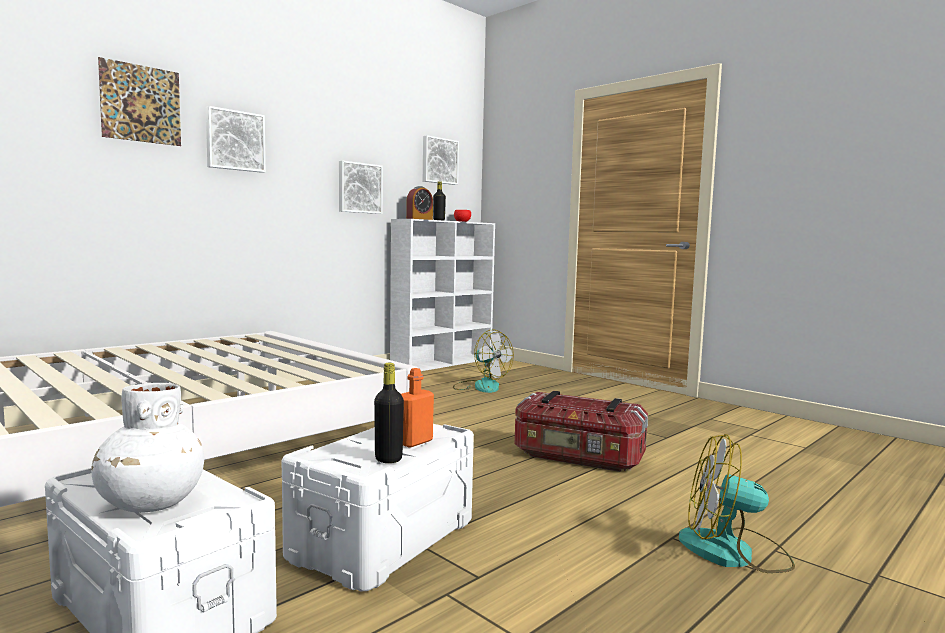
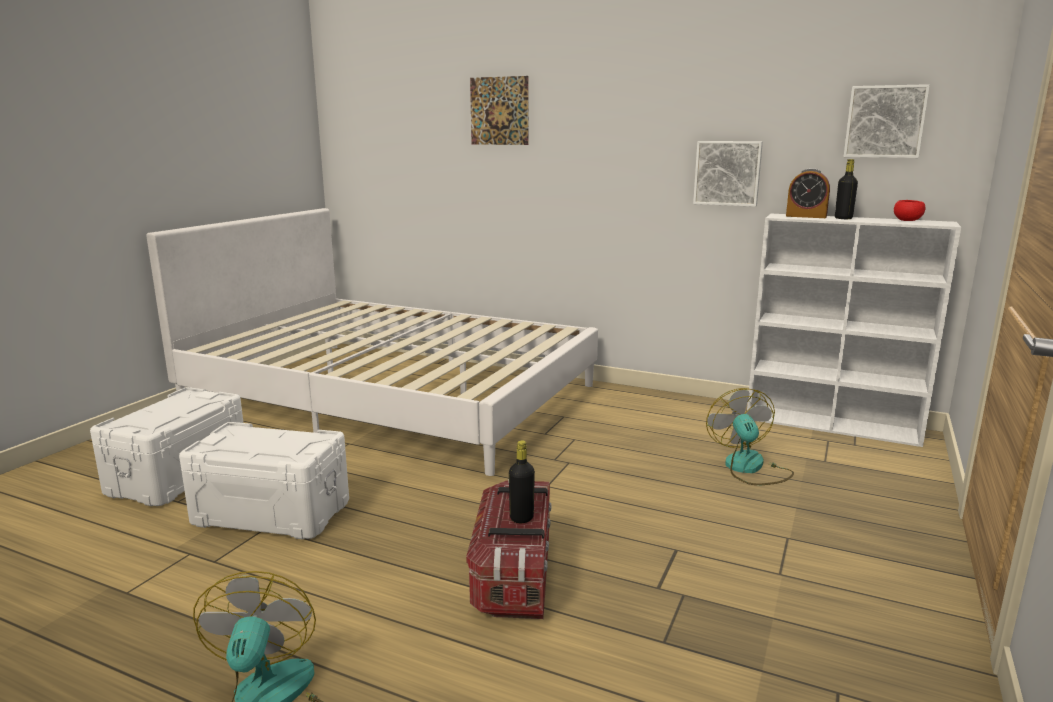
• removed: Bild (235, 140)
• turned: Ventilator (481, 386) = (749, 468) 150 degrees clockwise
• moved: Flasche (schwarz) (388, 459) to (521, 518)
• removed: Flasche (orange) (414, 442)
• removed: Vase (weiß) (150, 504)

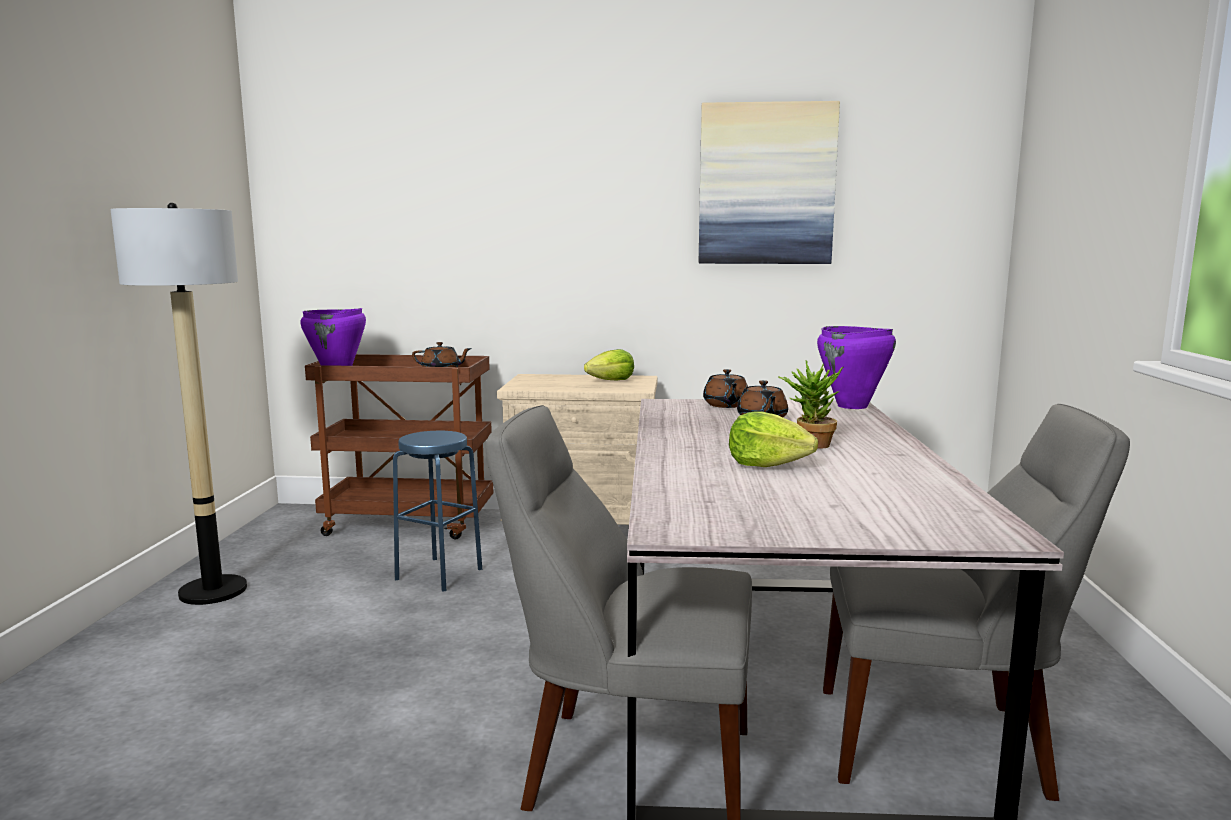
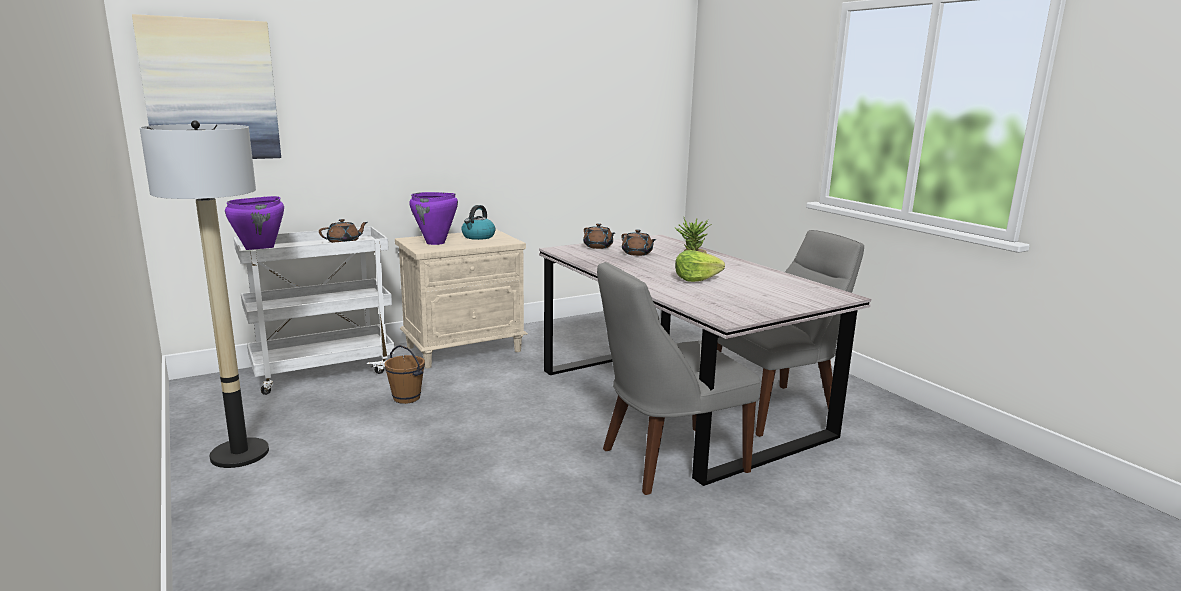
• moved: Bild (766, 184) to (211, 90)
• moved: Kochtopf (lila) (852, 406) to (435, 243)
• replaced: Salatkopf (611, 381) to Wasserkessel (478, 237)
• recoloured: Rollwagen (braun) (410, 523) to Rollwagen (weiß) (324, 370)
• replaced: Hocker (blau) (438, 574) to Eimer (braun) (406, 398)

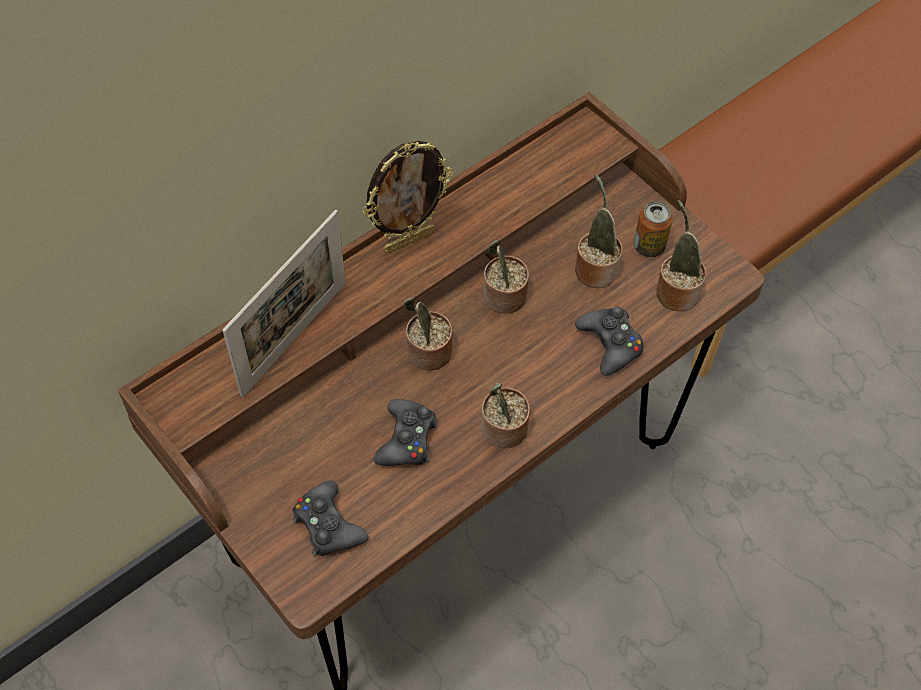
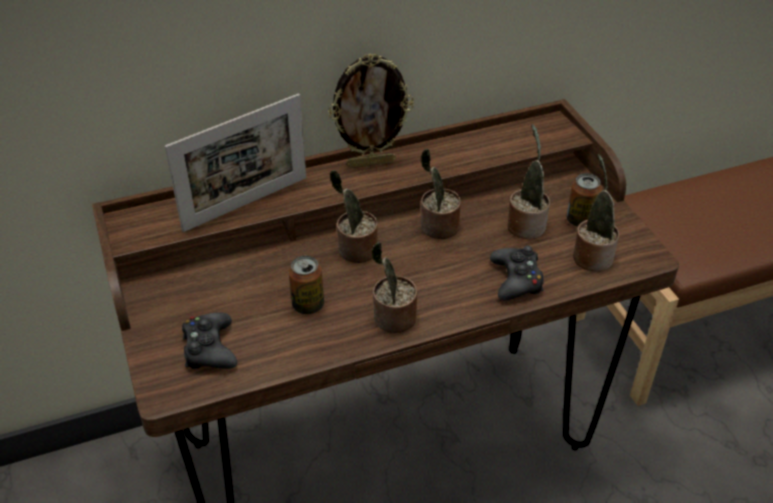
• replaced: Gamepad (schwarz) (407, 439) to Dose (308, 305)

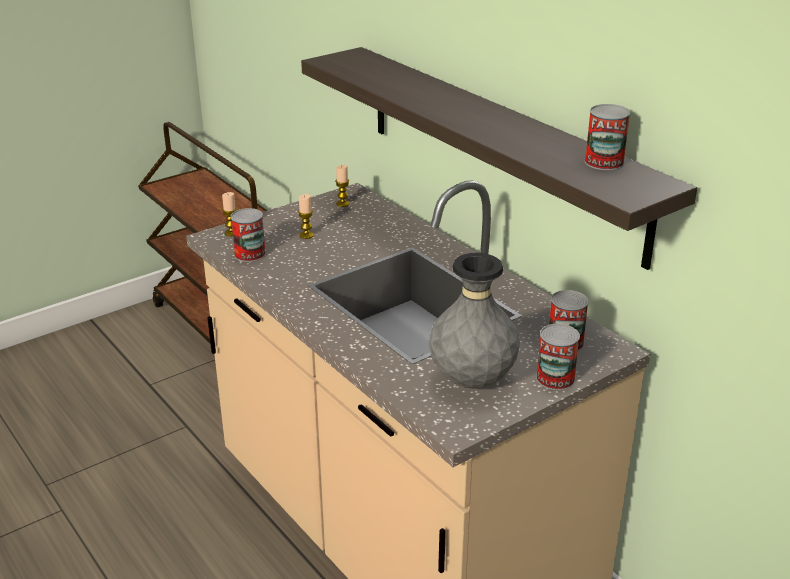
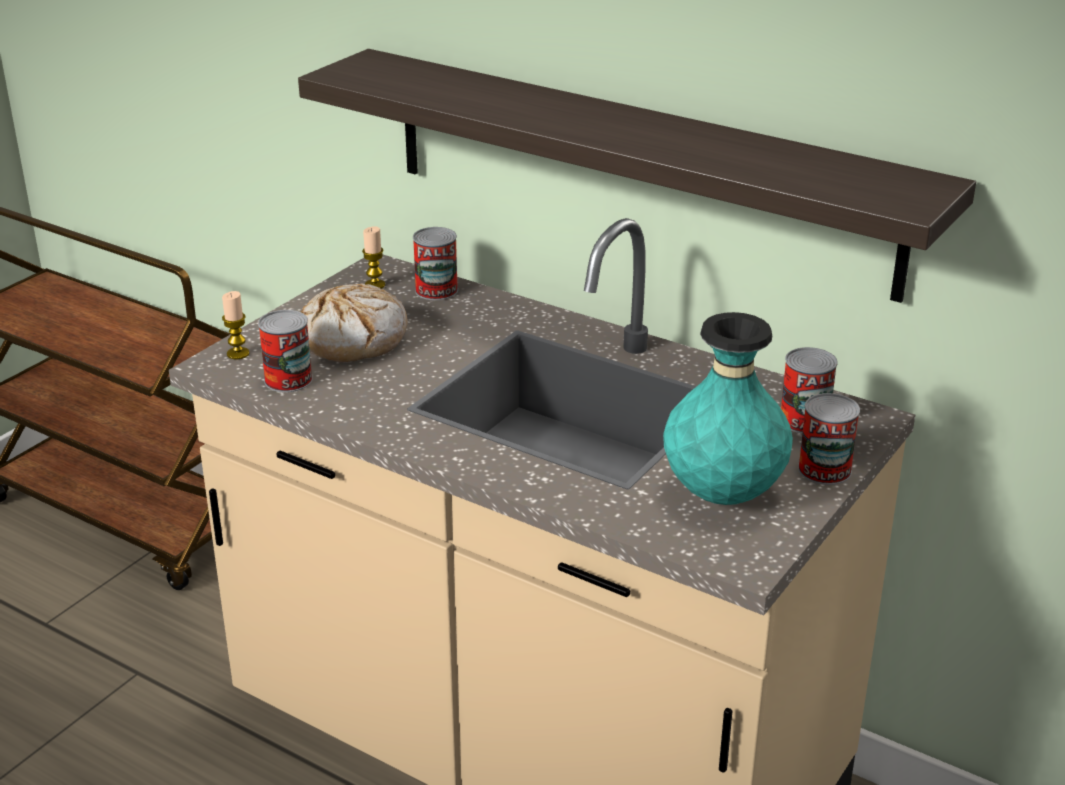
• moved: Dose (604, 162) to (436, 290)
• replaced: Kerze (306, 235) to Brot (353, 338)
• recoloured: Vase (grau) (472, 381) to Vase (türkis) (722, 495)

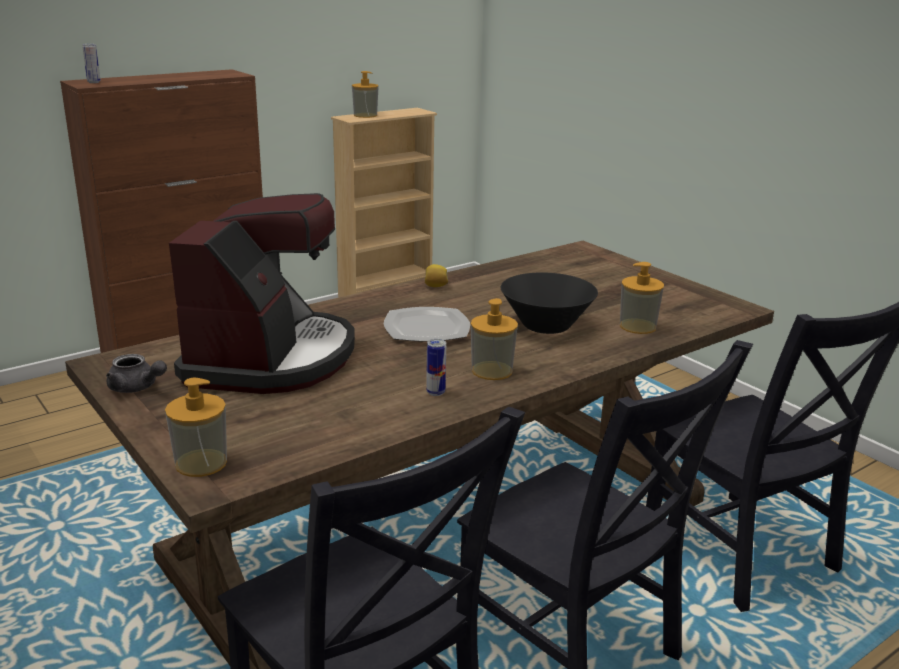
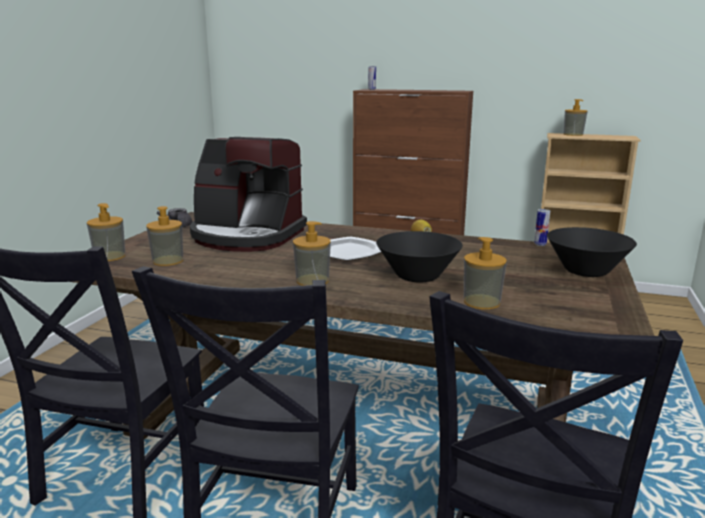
• turned: Kaffeemaschine (271, 358) = (247, 236) 45 degrees clockwise
• moved: Dose (435, 392) to (540, 244)
• added: Seifenspender (168, 260)
• added: Schüssel (schwarz) (585, 271)

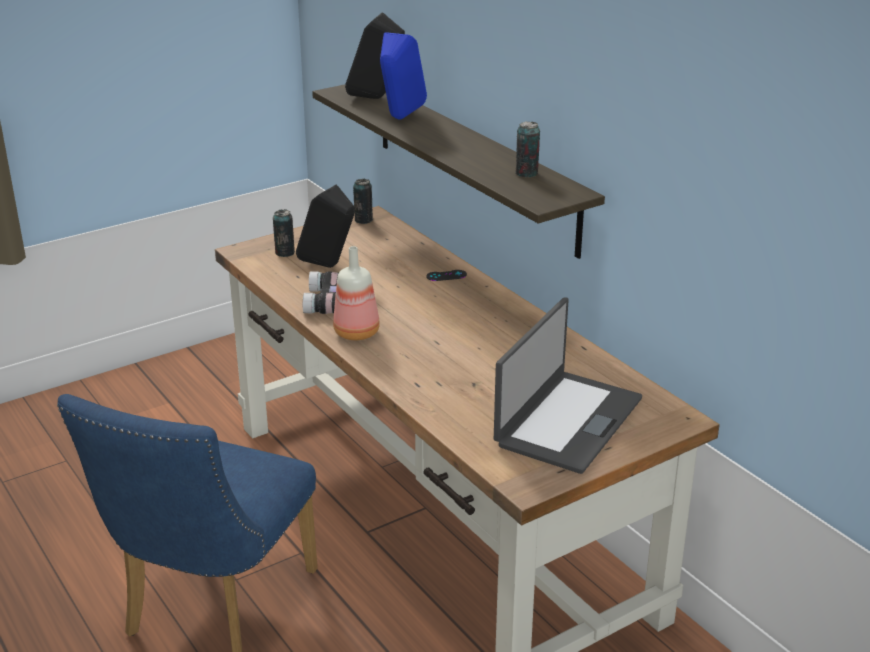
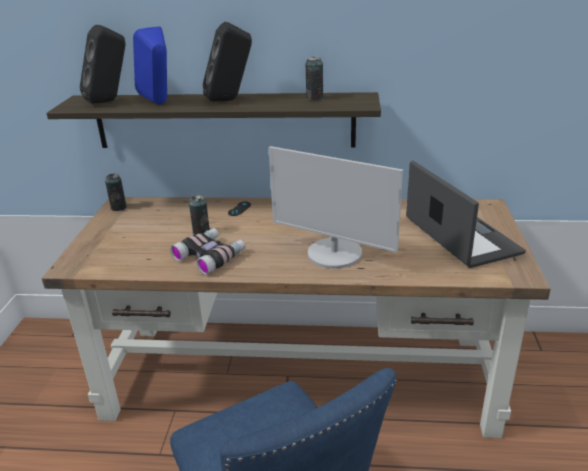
• moved: Lautsprecher (schwarz) (329, 267) to (230, 100)
• moved: Dose (285, 253) to (201, 232)
• removed: Flasche (357, 332)
• added: Monitor (334, 254)

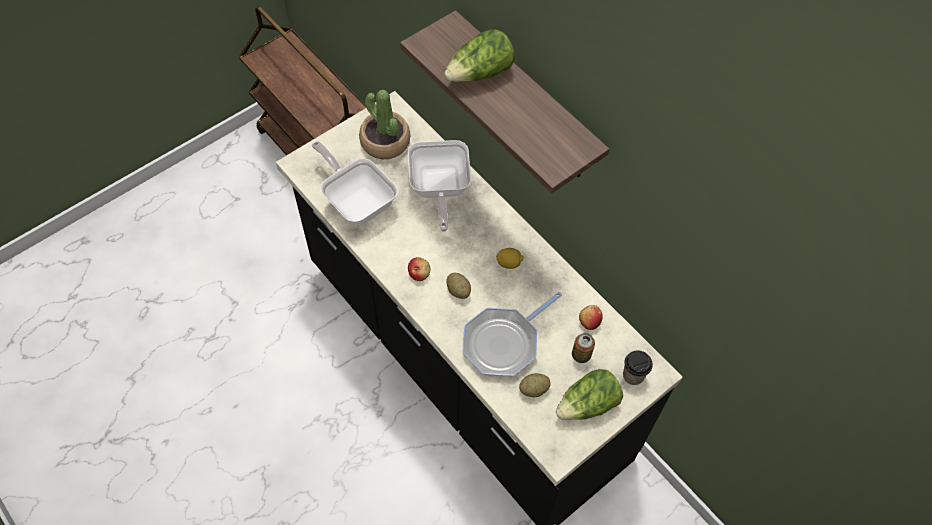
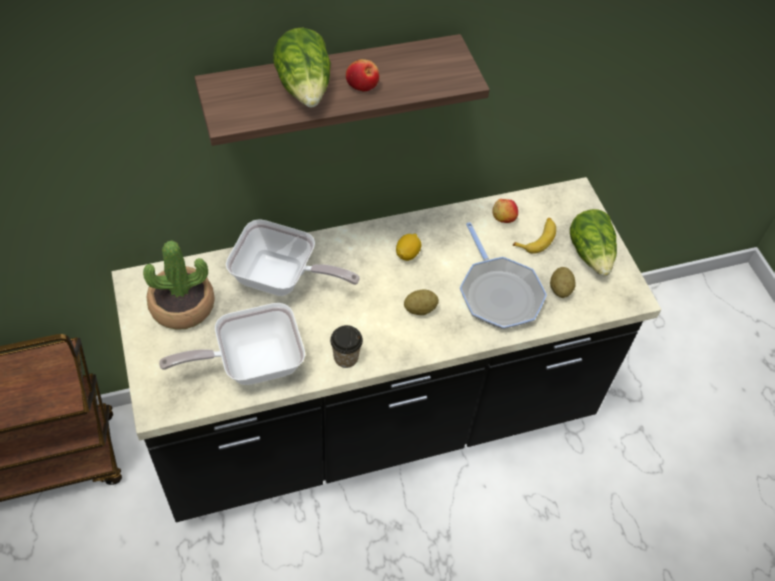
• moved: Apfel (419, 273) to (362, 85)
• replaced: Dose (581, 355) to Banane (537, 238)
• moved: Tasse (633, 375) to (346, 357)

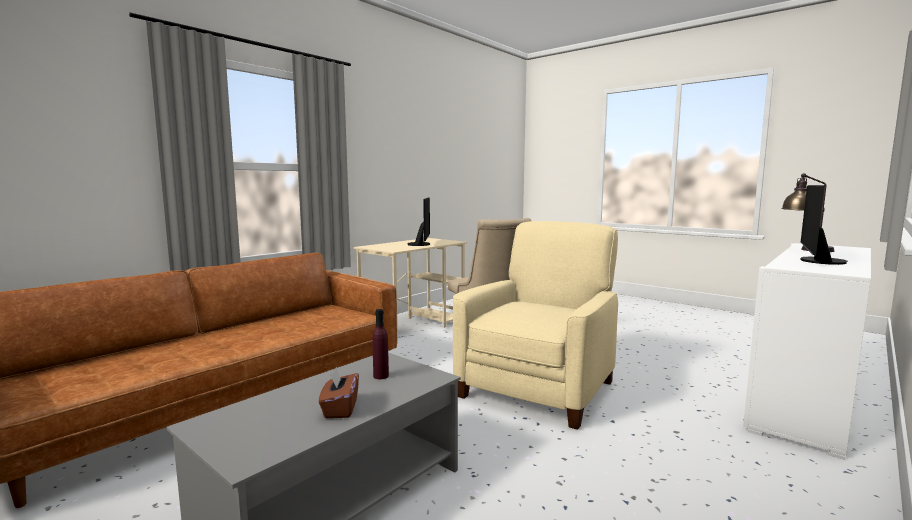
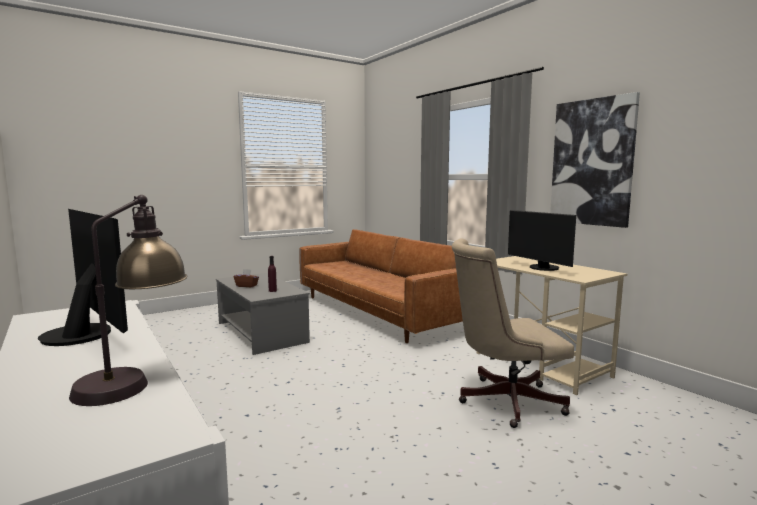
• turned: Monitor (421, 244) = (541, 268) 45 degrees clockwise
• removed: Sessel (beige) (538, 388)
• added: Bild (592, 162)

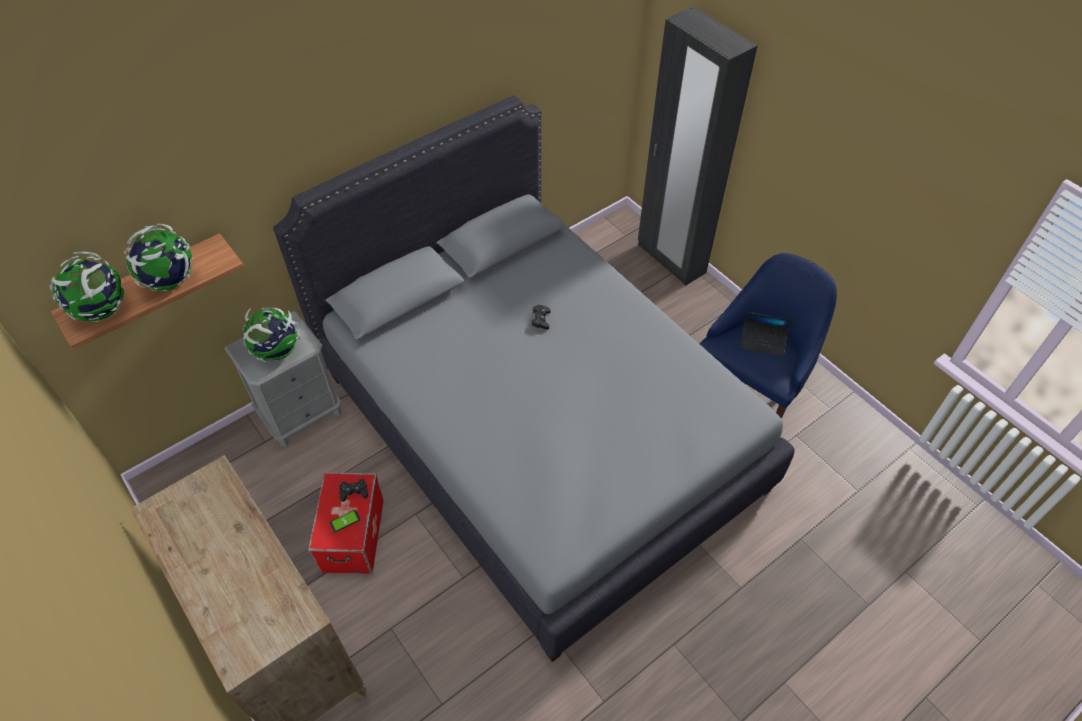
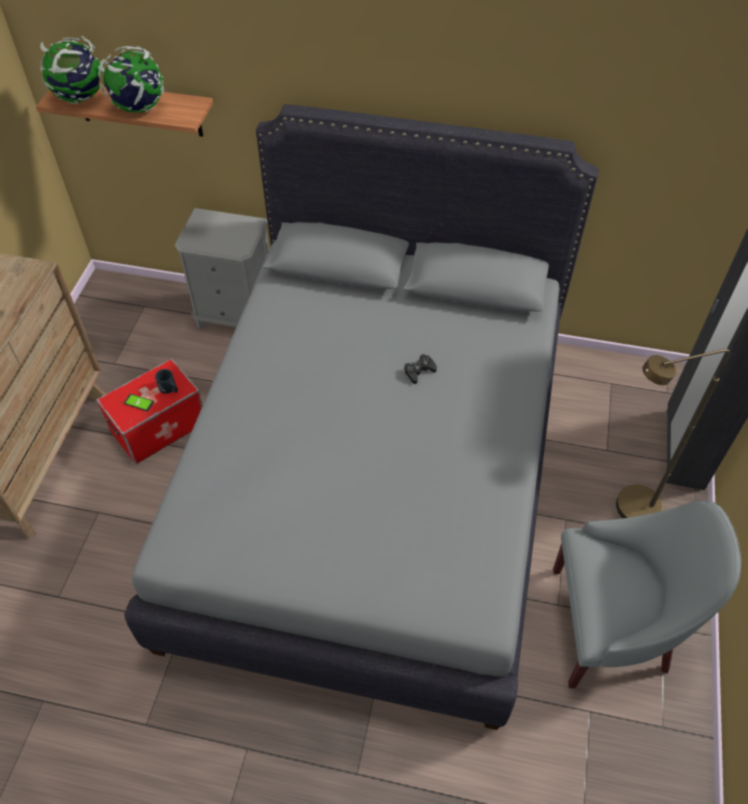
• recoloured: Sessel (blau) (752, 383) to Sessel (grau) (612, 626)
• removed: Globus (277, 351)
• removed: Laptop (762, 342)
• replaced: Gamepad (schwarz) (354, 491) to Henkelbecher (schwarz) (170, 389)
• added: Stehlampe (braun) (627, 511)

